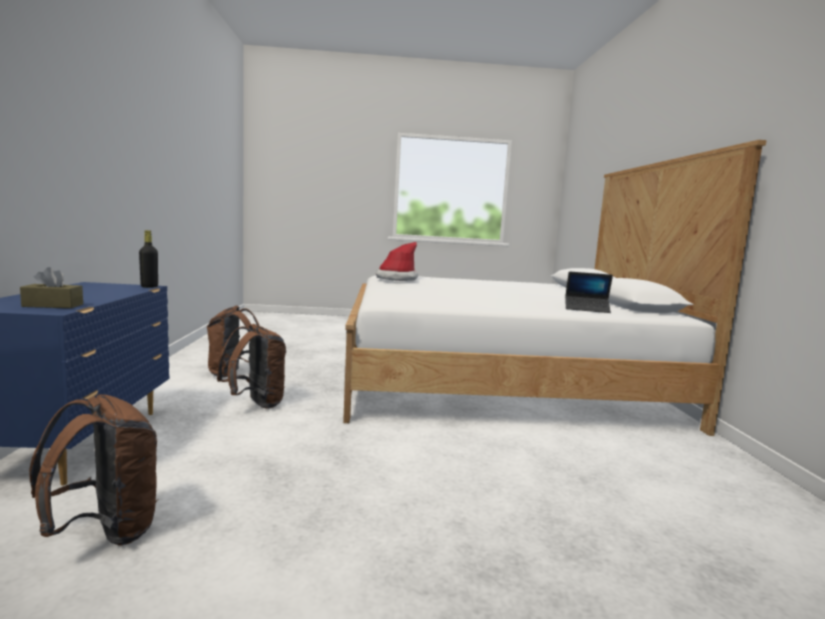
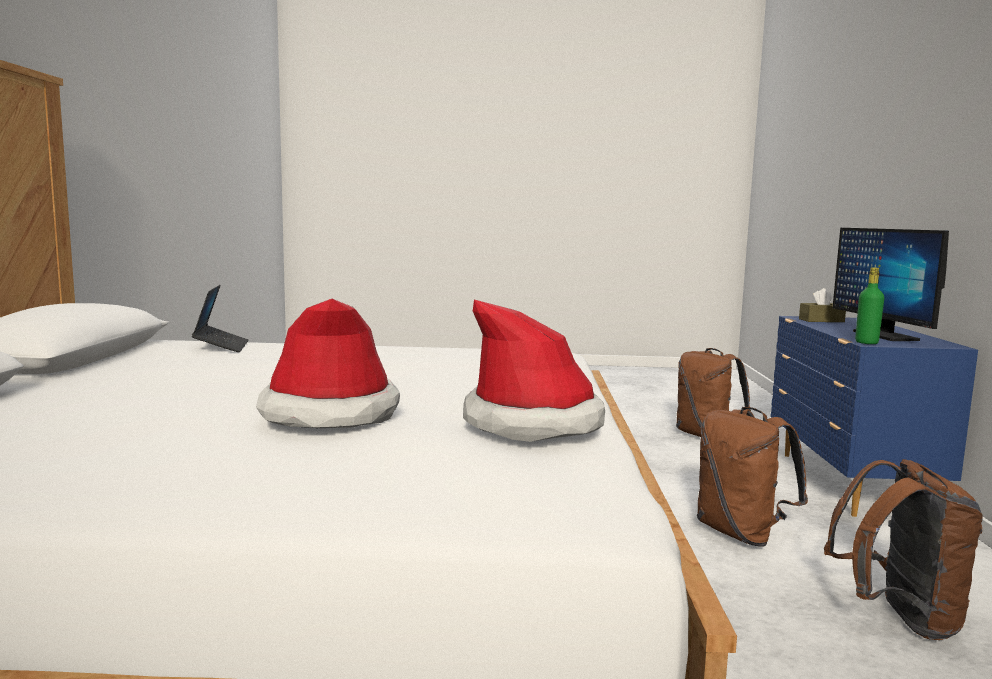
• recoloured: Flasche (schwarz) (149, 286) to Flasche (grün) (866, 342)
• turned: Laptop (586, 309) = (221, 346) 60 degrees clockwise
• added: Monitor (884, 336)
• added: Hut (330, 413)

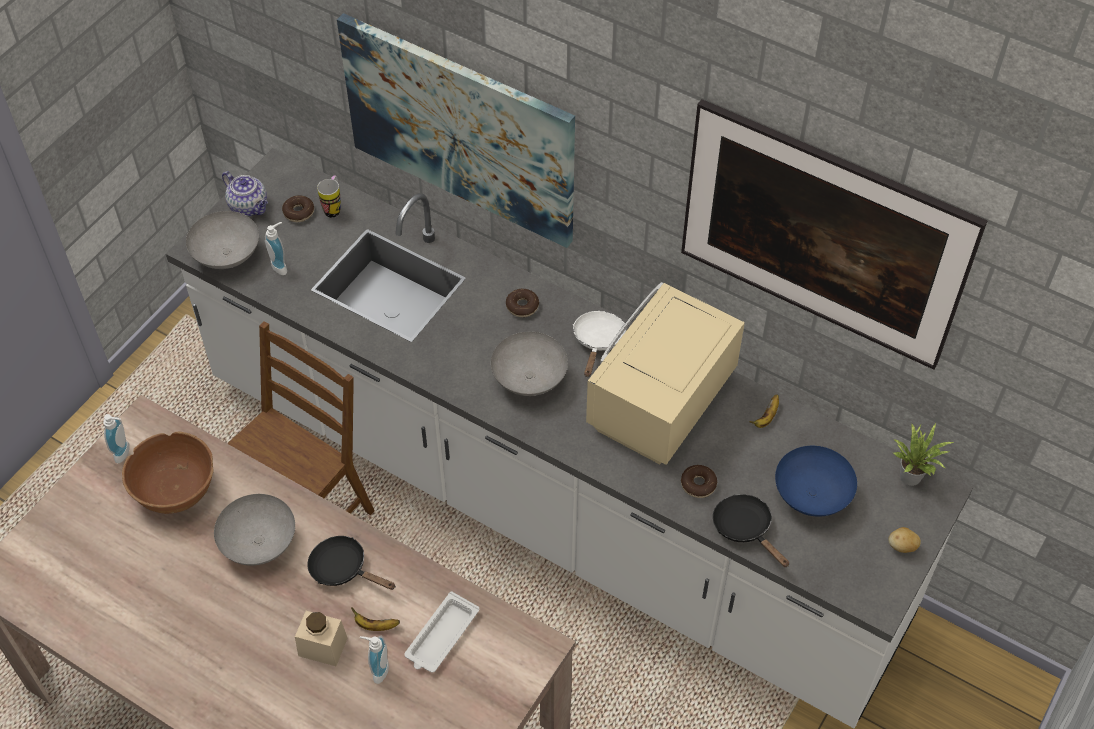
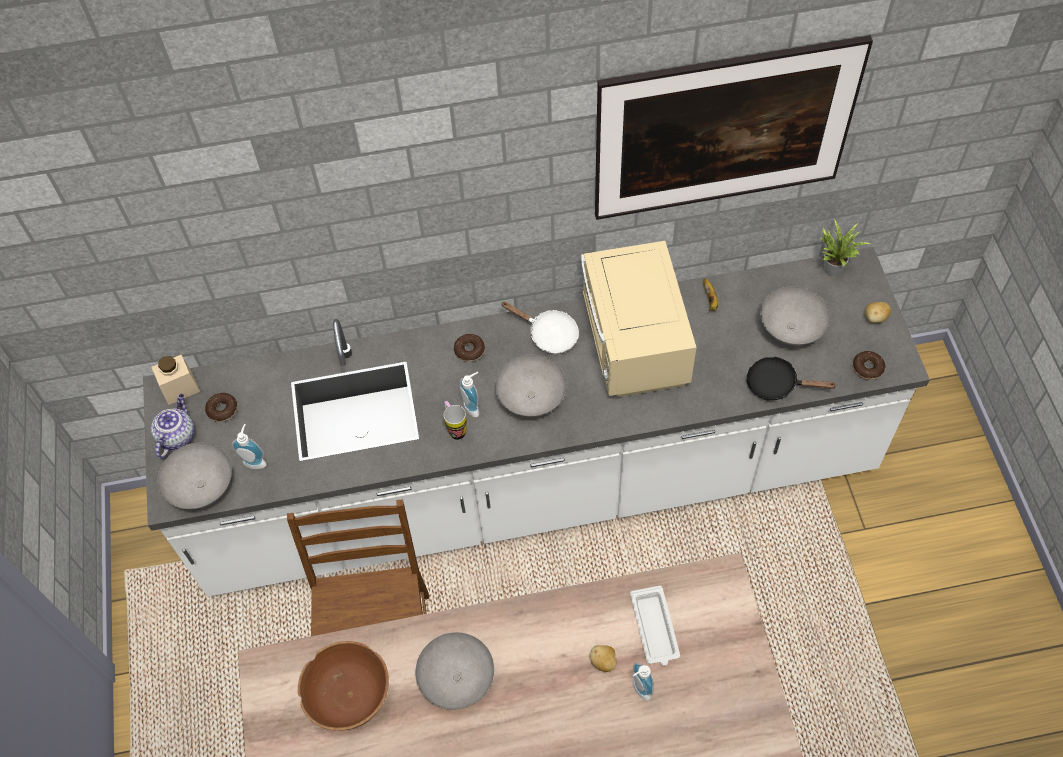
• removed: Bild (460, 129)
• turned: Teekanne (249, 207) = (177, 436) 75 degrees counterclockwise
• moved: Henkelbecher (334, 208) to (455, 428)
• turned: Pfanne (weiß) (598, 341) = (548, 334) 150 degrees clockwise
• moved: Seifenspender (125, 453) to (473, 406)
• recoloured: Schüssel (blau) (810, 496) to Schüssel (grau) (791, 330)
• moved: Donut (698, 484) to (867, 368)
• removed: Pfanne (schwarz) (343, 569)
• replaced: Banane (375, 626) to Kartoffel (603, 662)
• moved: Vorratsglas (beige) (323, 647) to (180, 388)

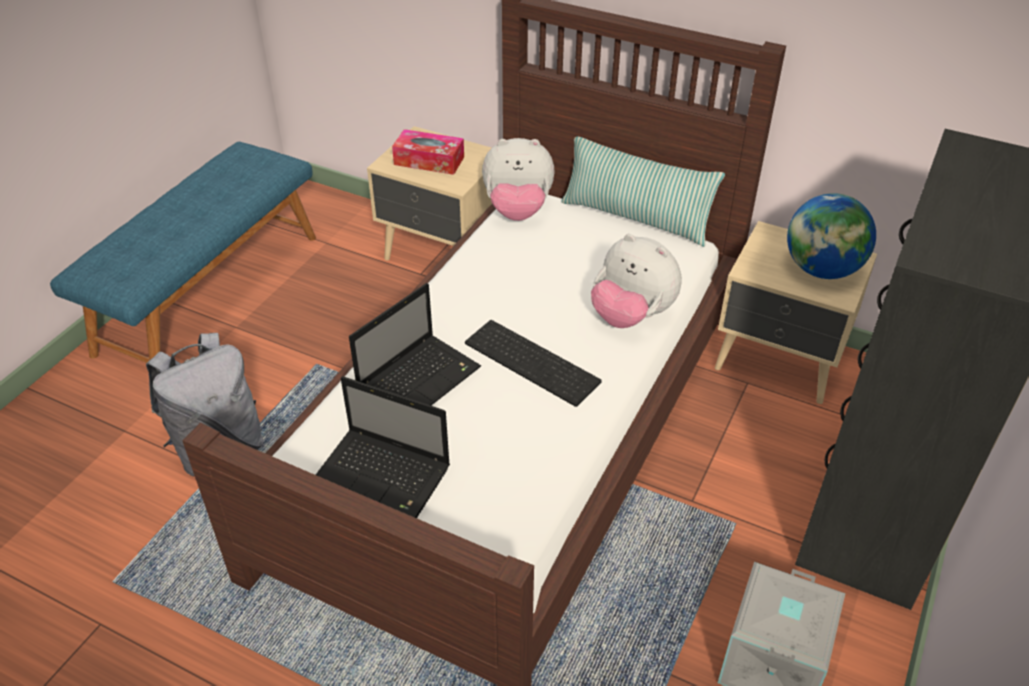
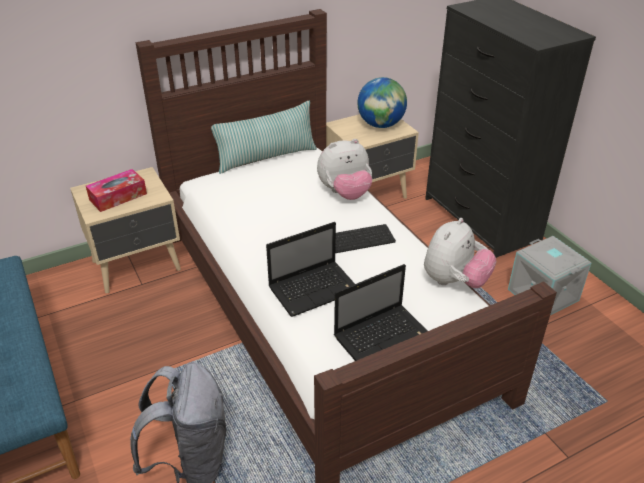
• moved: Plüschtier (518, 210) to (454, 281)
• turned: Laptop (420, 379) = (315, 289) 75 degrees clockwise

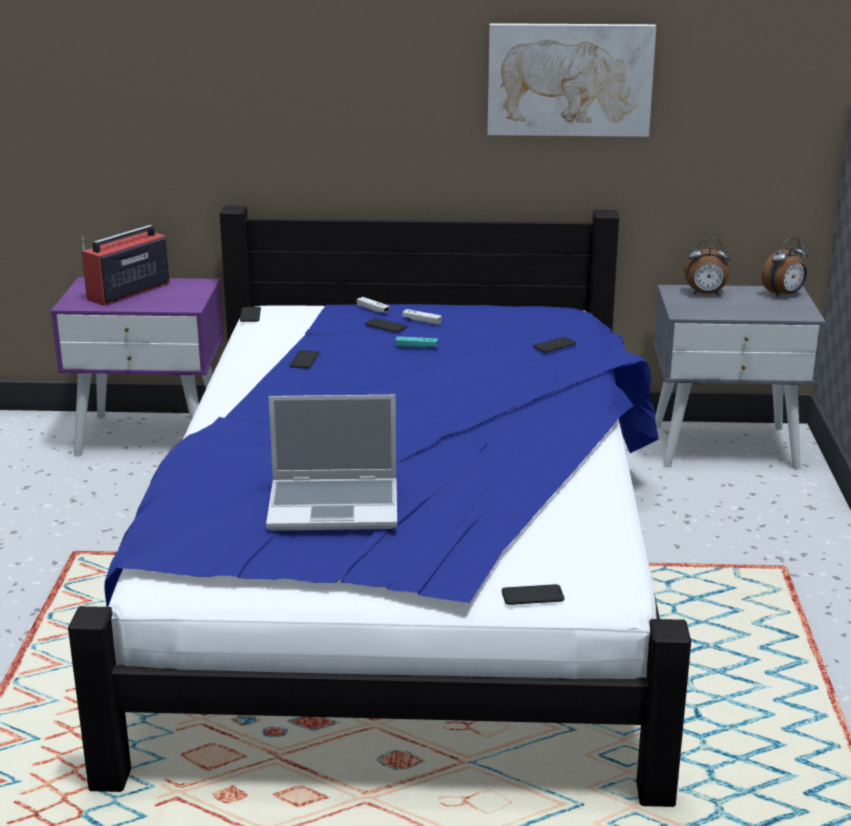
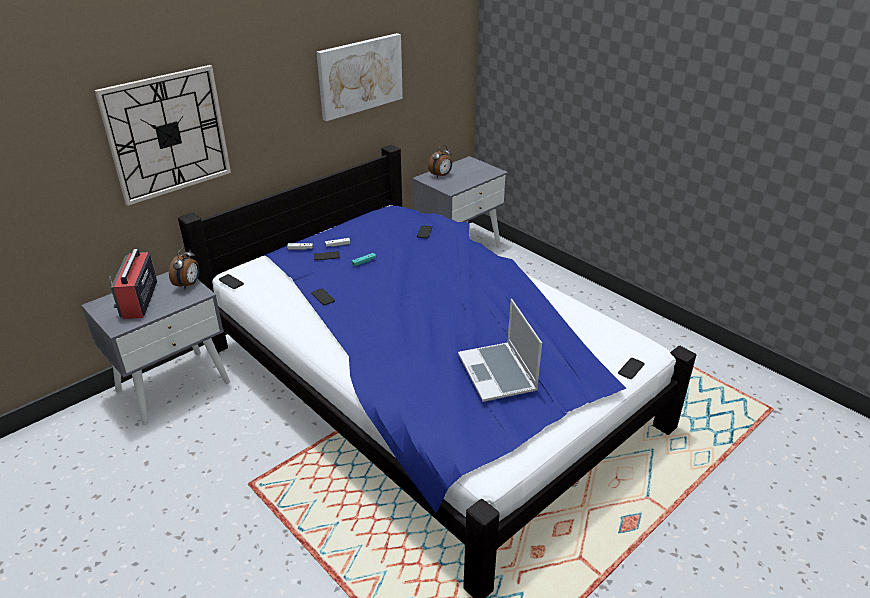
• moved: Wecker (784, 295) to (188, 285)
• recoloured: Nachttisch (lila) (151, 436) to Nachttisch (grau) (173, 385)
• turned: Laptop (335, 506) = (498, 374) 120 degrees clockwise
• added: Wanduhr (167, 134)

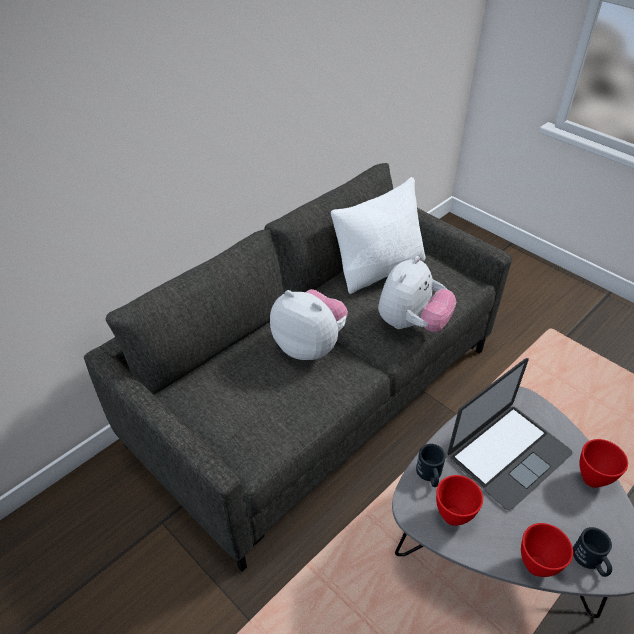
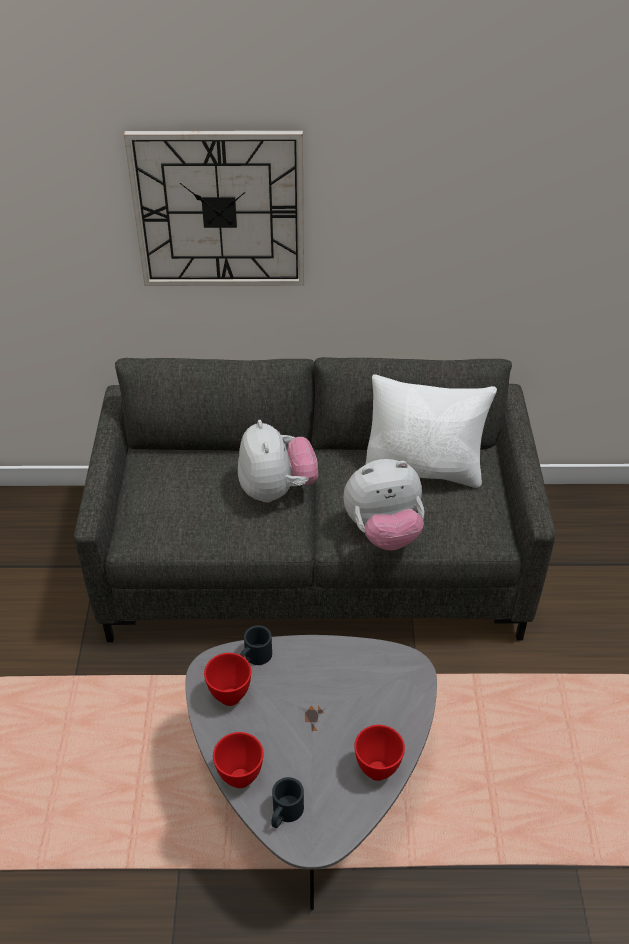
• removed: Laptop (508, 454)
• added: Wanduhr (219, 210)

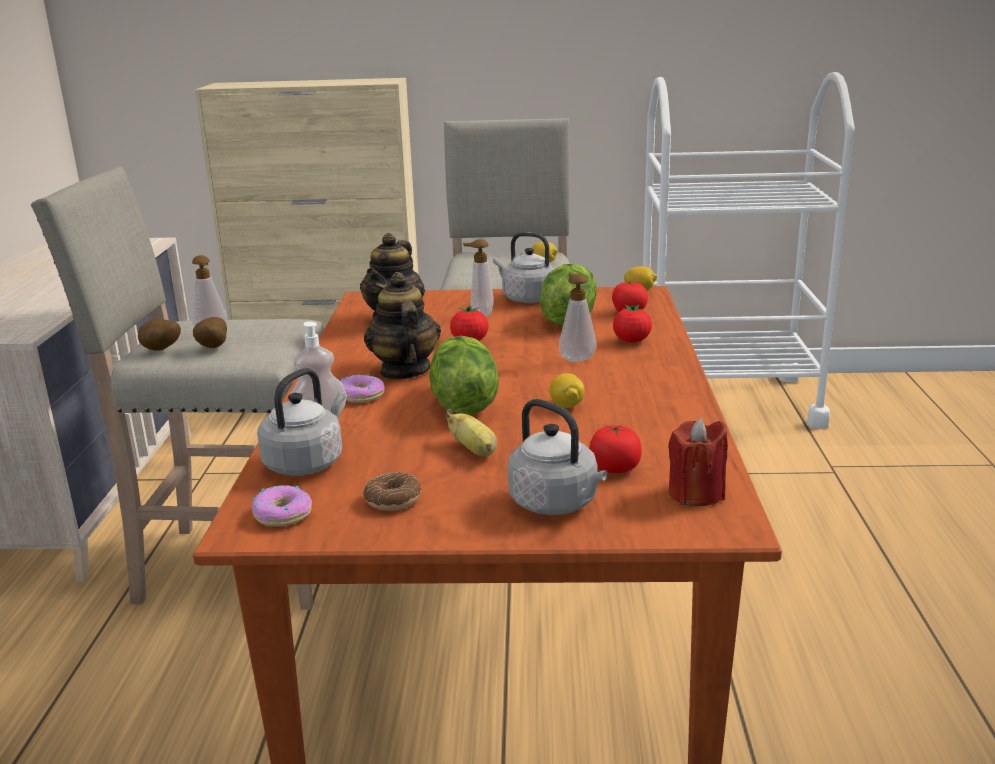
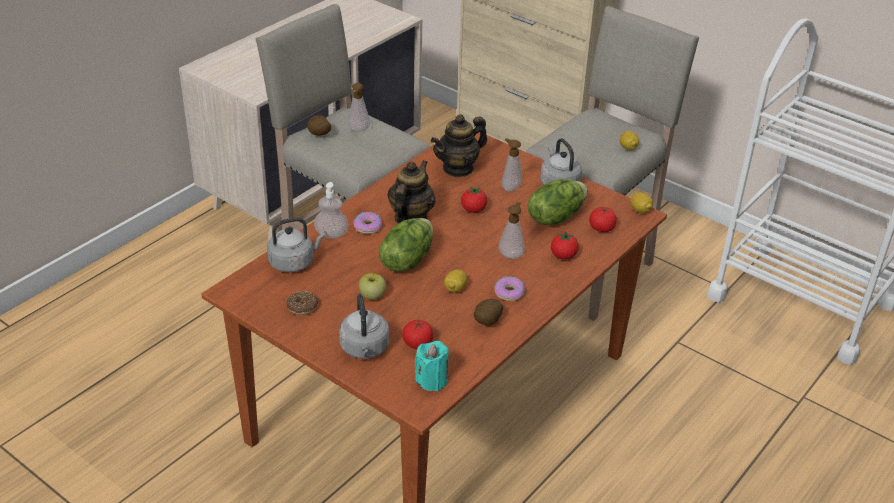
• moved: Kartoffel (211, 348) to (486, 322)
• replaced: Banane (475, 450) to Apfel (372, 296)
• recoloured: Kerze (rot) (696, 493) to Kerze (türkis) (432, 380)
• moved: Donut (283, 514) to (509, 293)

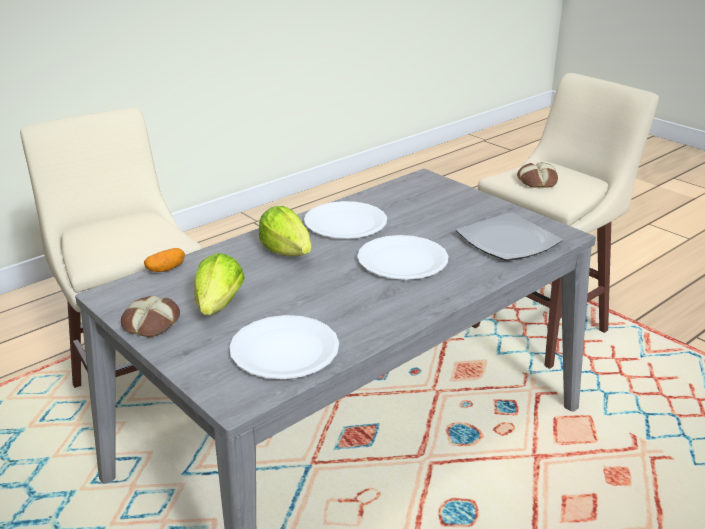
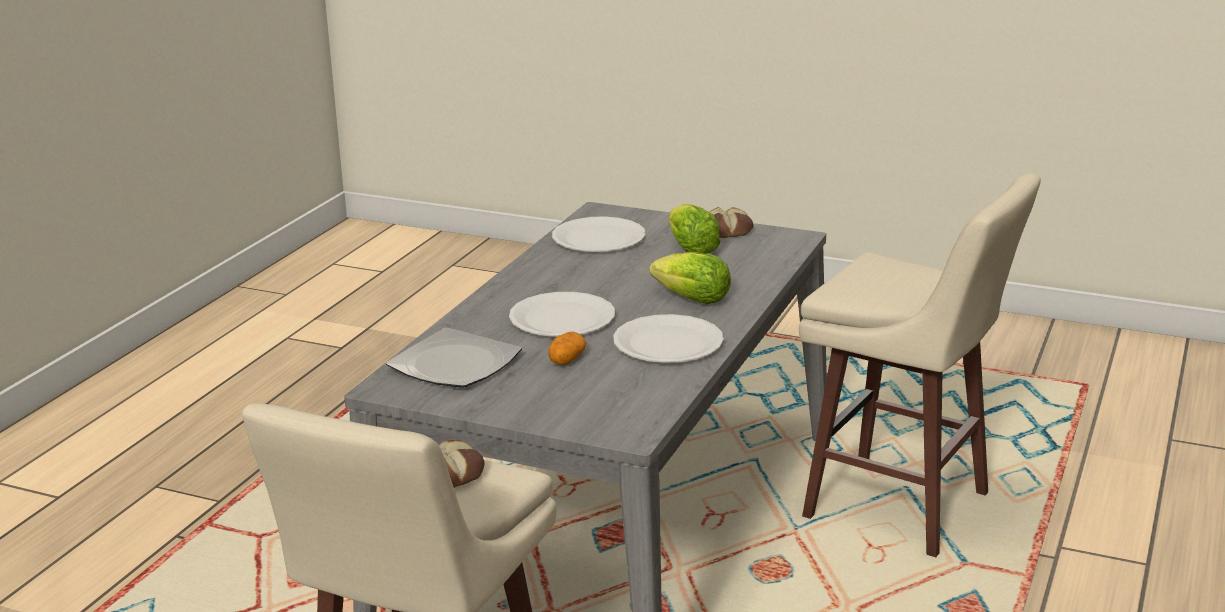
• moved: Kartoffel (166, 269) to (566, 360)

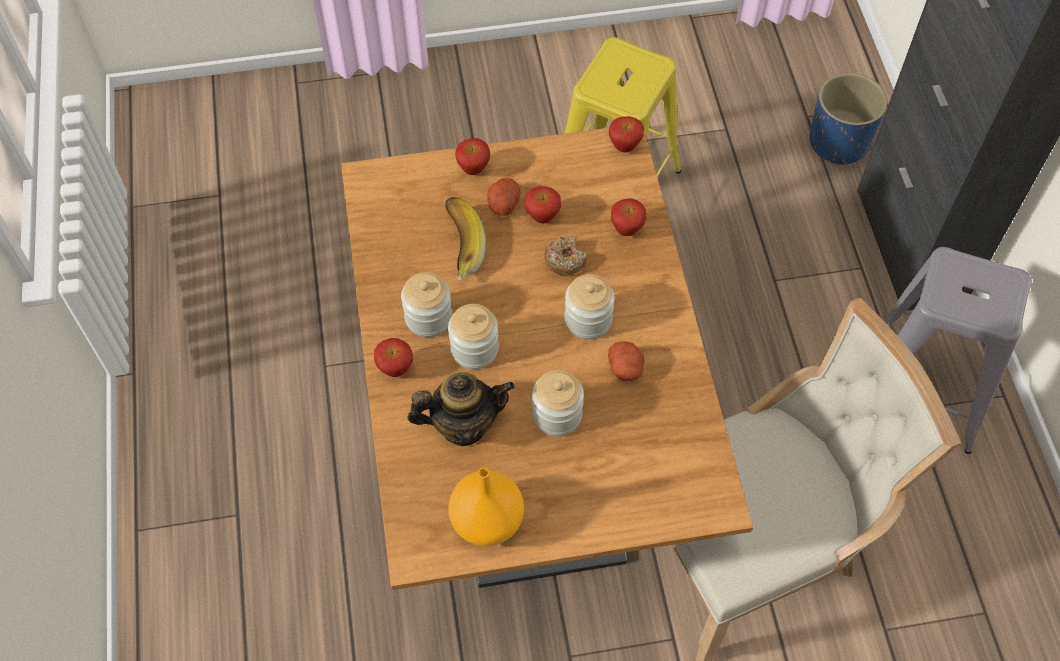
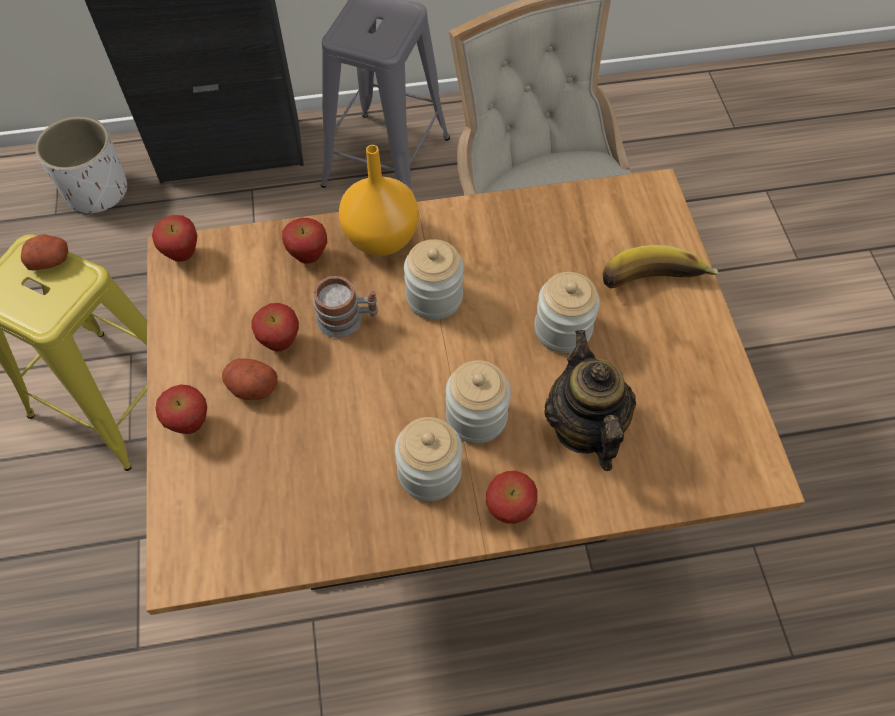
• recoloured: Pflanzkübel (blau) (839, 142) to Pflanzkübel (weiß) (97, 191)
• moved: Banane (457, 246) to (653, 285)
• replaced: Donut (565, 260) to Henkelbecher (347, 319)
• moved: Kartoffel (626, 368) to (50, 260)
• moved: Vase (orange) (485, 522) to (382, 239)

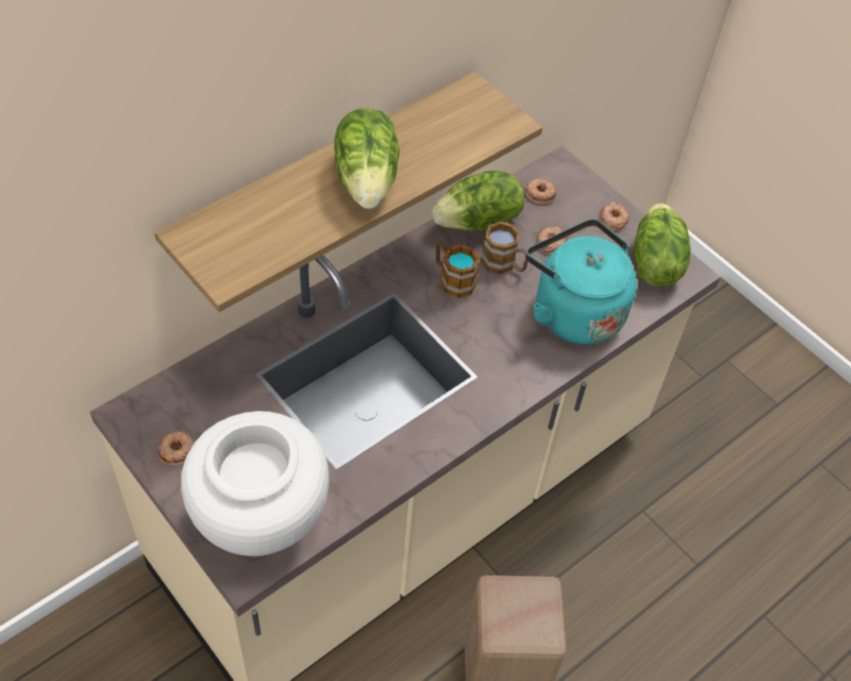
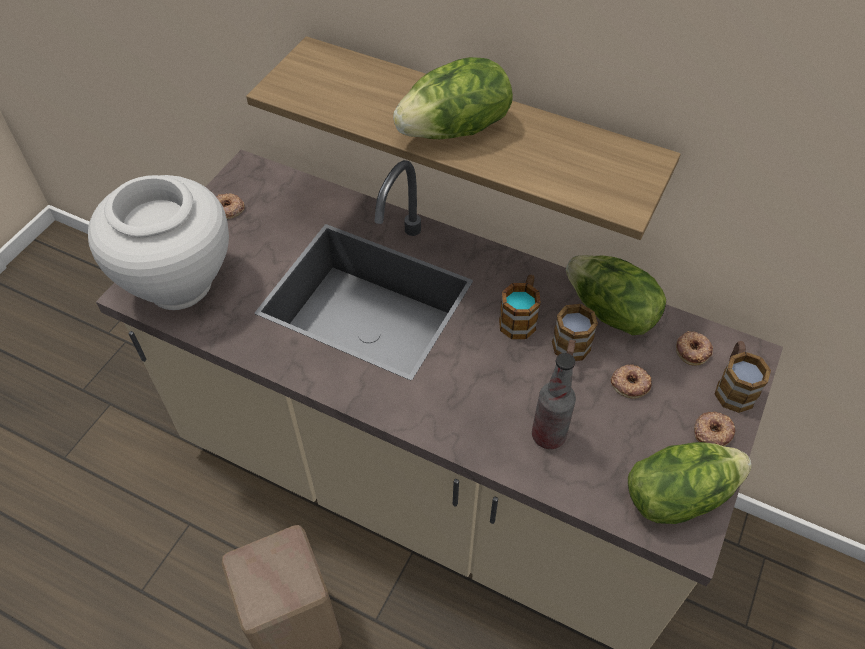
• replaced: Wasserkessel (türkis) (573, 311) to Flasche (548, 435)
• added: Henkelbecher (733, 387)

